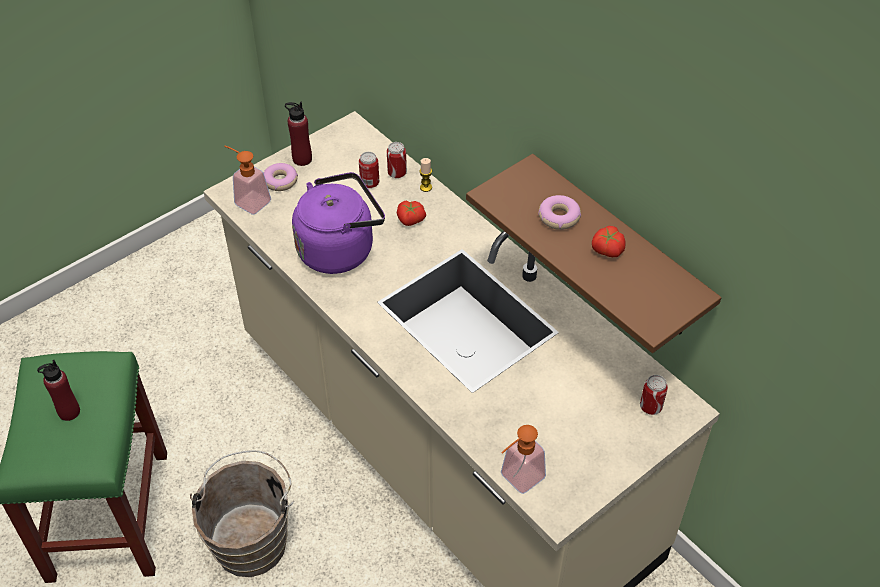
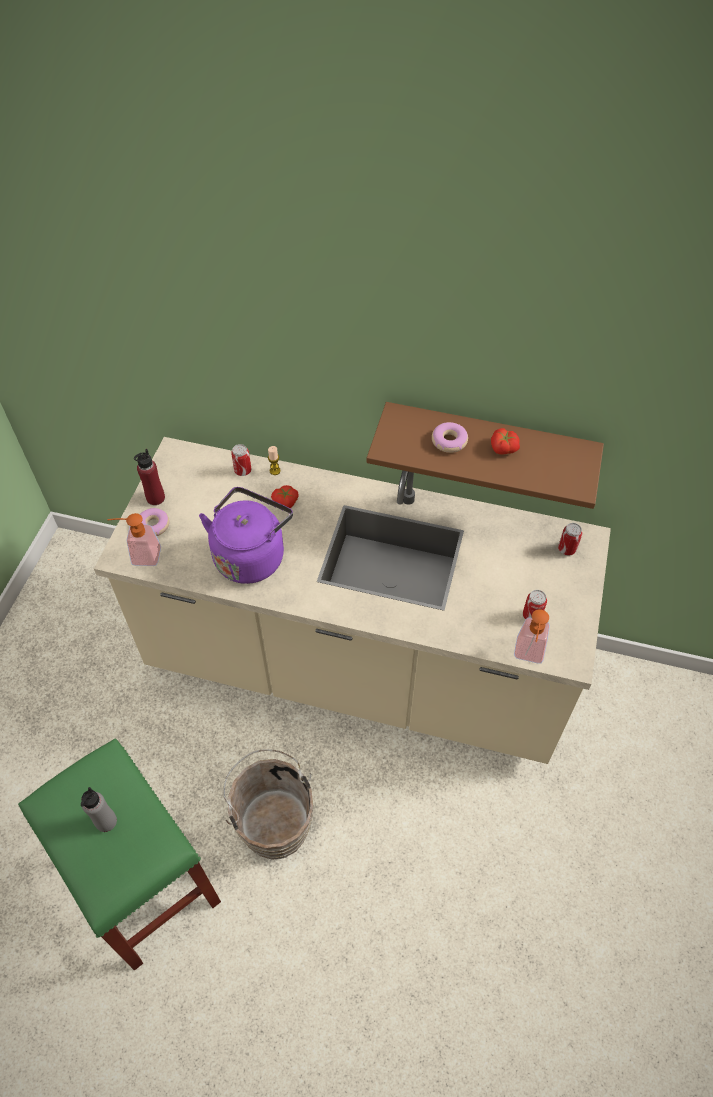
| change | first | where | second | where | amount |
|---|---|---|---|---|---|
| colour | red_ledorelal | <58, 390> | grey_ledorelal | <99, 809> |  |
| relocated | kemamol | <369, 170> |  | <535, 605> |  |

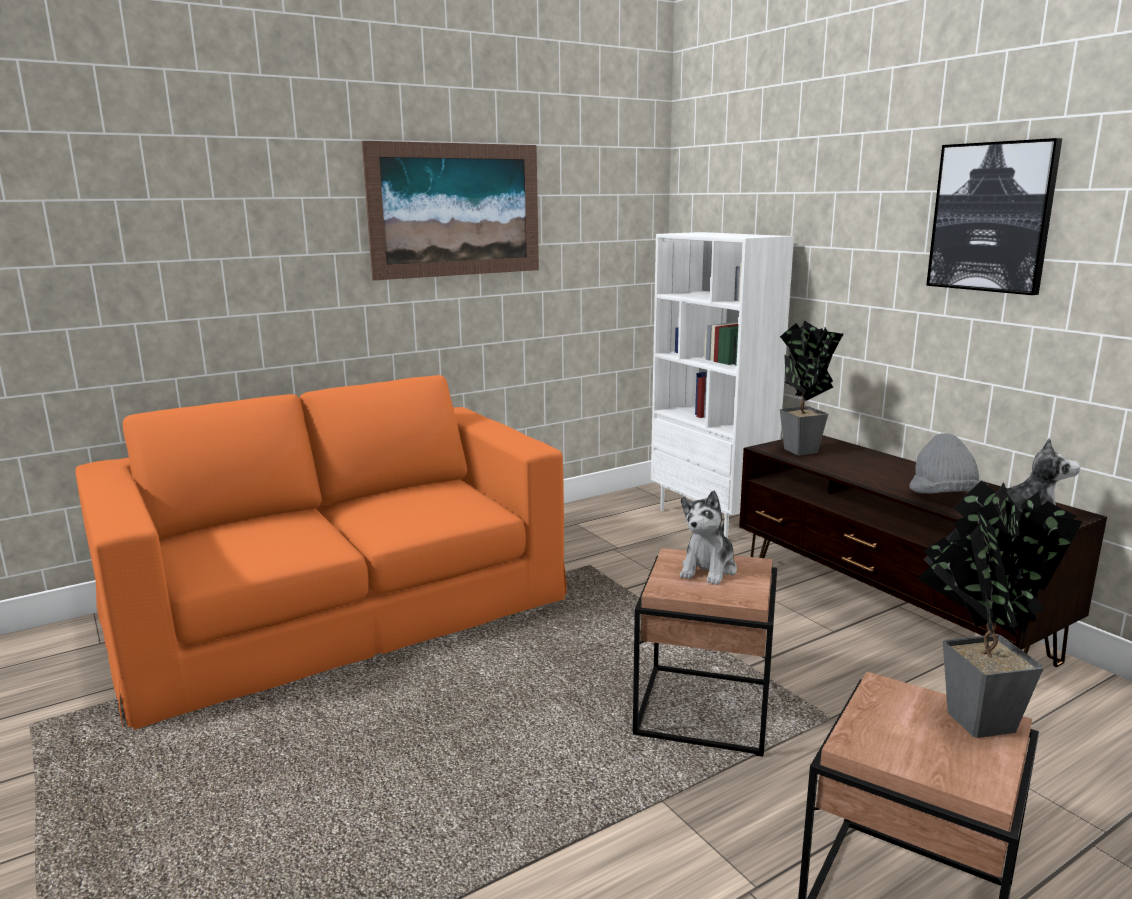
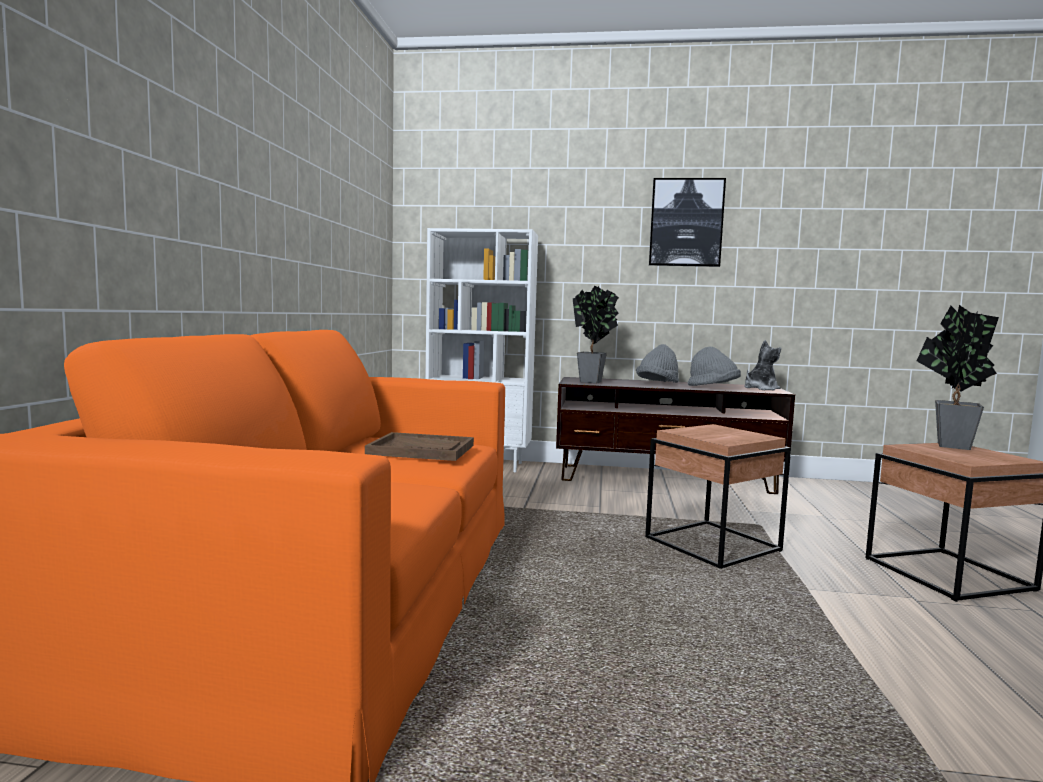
| change | first | where | second | where | amount |
|---|---|---|---|---|---|
| appeared |  |  | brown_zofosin | <419, 446> |  |
| appeared |  |  | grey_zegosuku | <657, 363> |  |
| missing | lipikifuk | <450, 211> |  |  |  |
| missing | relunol | <708, 538> |  |  |  |

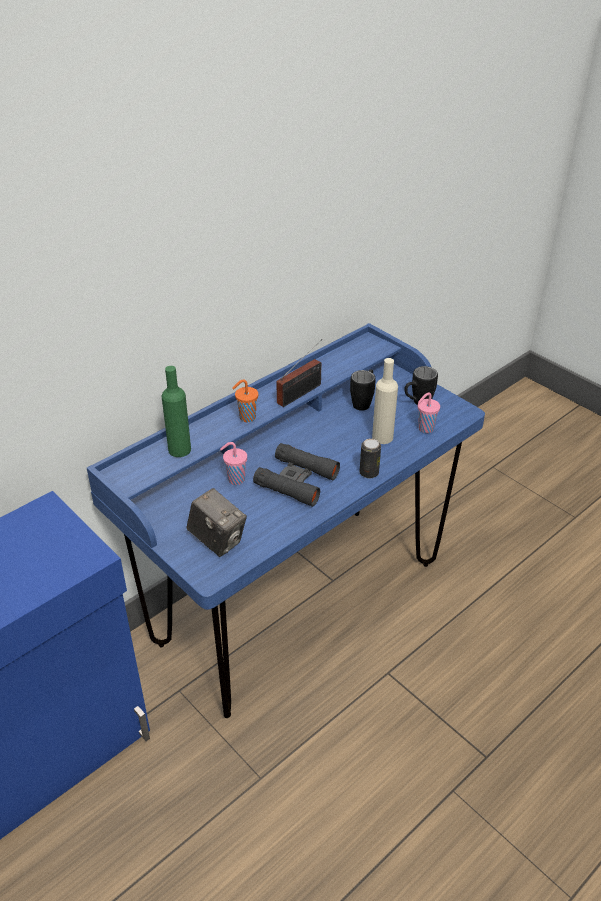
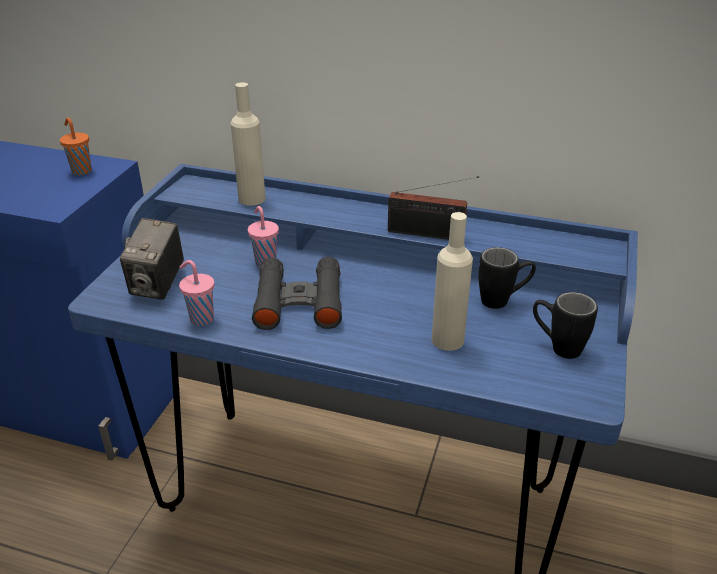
| change | first | where | second | where | amount |
|---|---|---|---|---|---|
| relocated | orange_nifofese | <245, 401> |  | <76, 146> |  |
| relocated | pink_nifofese | <429, 412> |  | <196, 293> |  |
| colour | green_ledorelal | <176, 411> | beige_ledorelal | <248, 144> |  |
| missing | kemamol | <370, 458> |  |  |  |

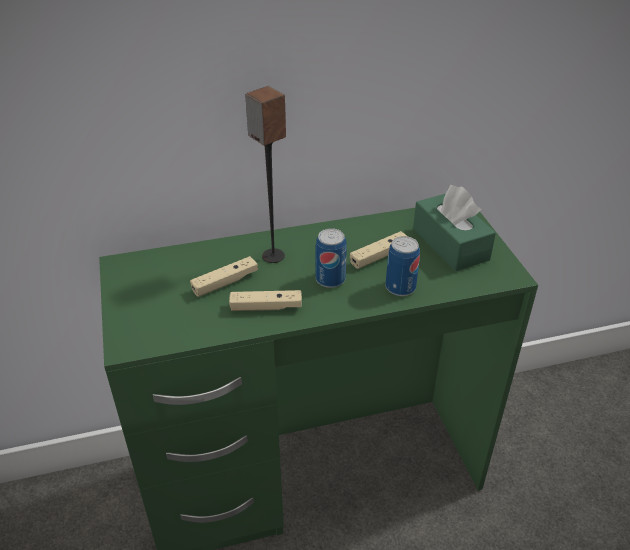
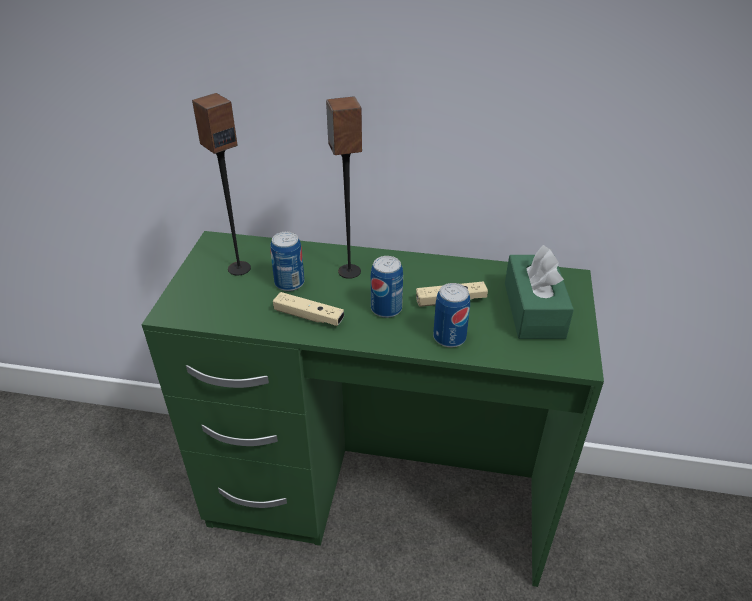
| change | first | where | second | where | amount |
|---|---|---|---|---|---|
| appeared |  |  | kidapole | <221, 184> |  |
| exchanged | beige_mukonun | <224, 276> | kemamol | <287, 261> |  |

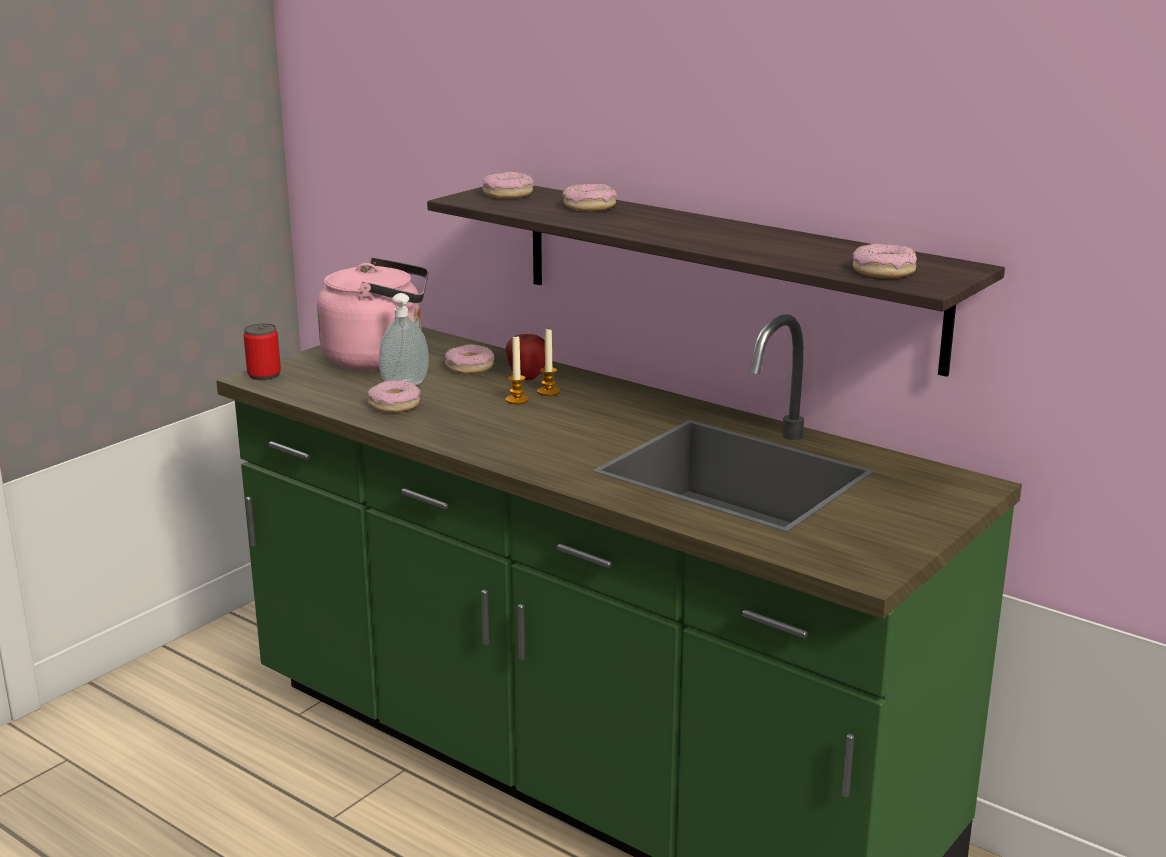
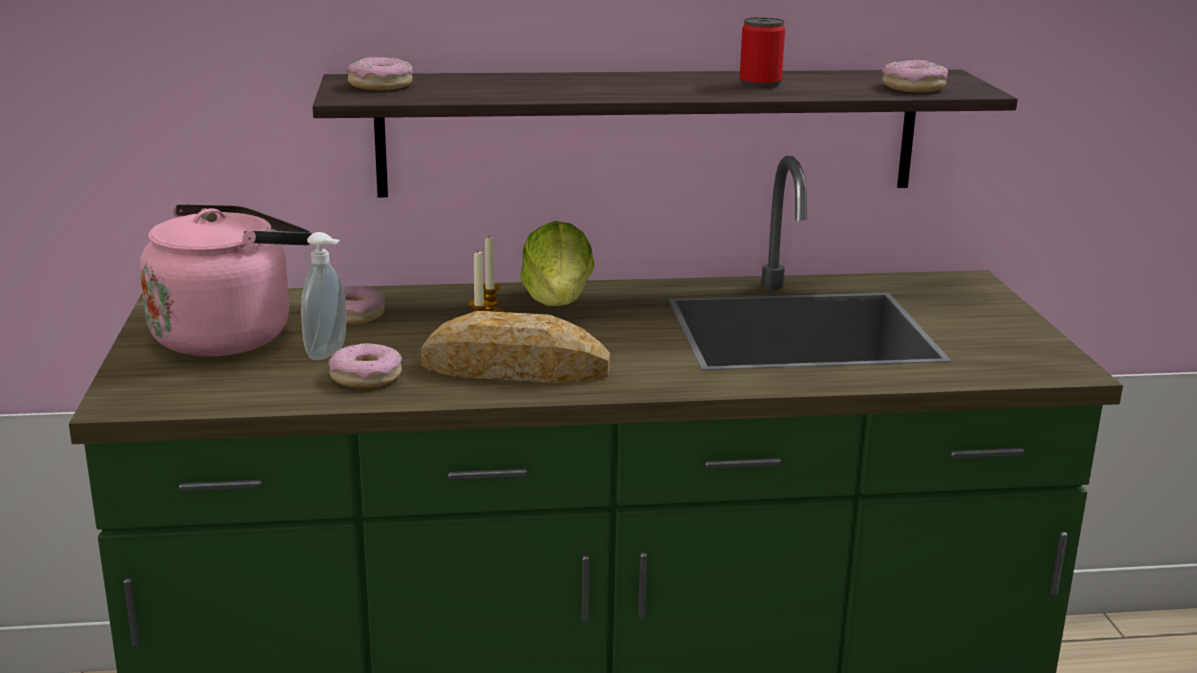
| change | first | where | second | where | amount |
|---|---|---|---|---|---|
| appeared |  |  | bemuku | <515, 347> |  |
| appeared |  |  | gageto | <558, 263> |  |
| relocated | kemamol | <262, 351> |  | <762, 52> |  |
| missing | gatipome | <525, 357> |  |  |  |
| missing | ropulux | <589, 197> |  |  |  |

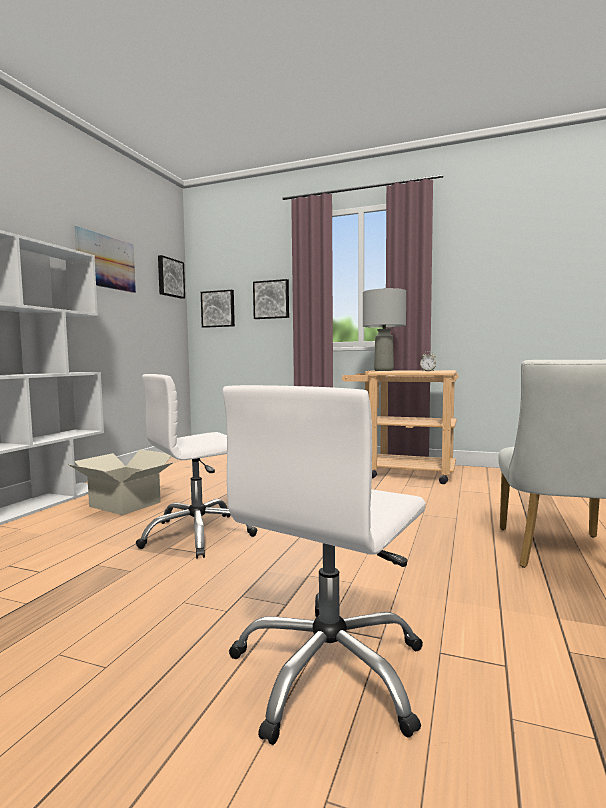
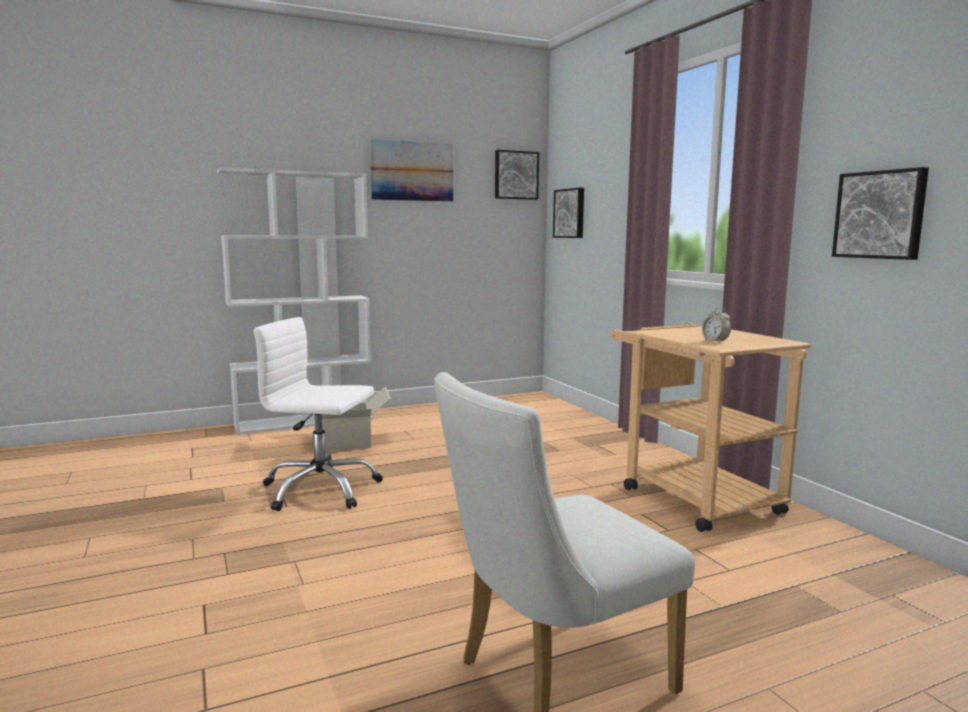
| change | first | where | second | where | amount |
|---|---|---|---|---|---|
| relocated | lipikifuk | <271, 299> |  | <880, 213> |  |
| missing | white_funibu | <324, 565> |  |  |  |
| missing | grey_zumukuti | <384, 329> |  |  |  |

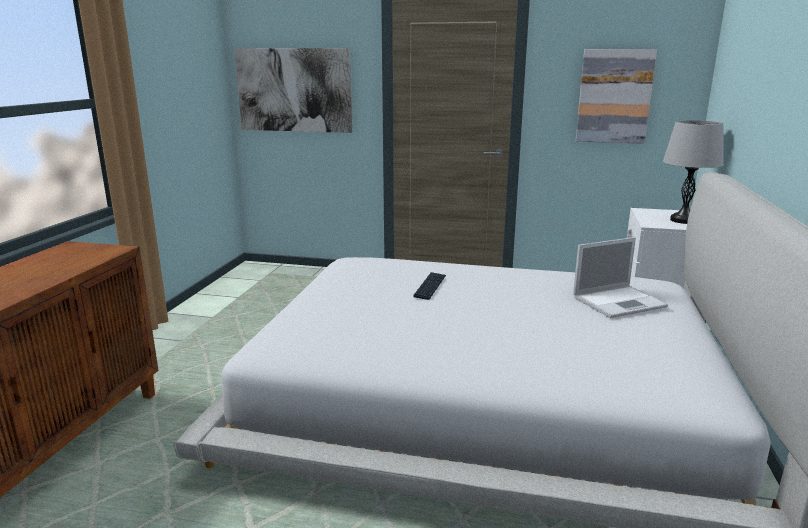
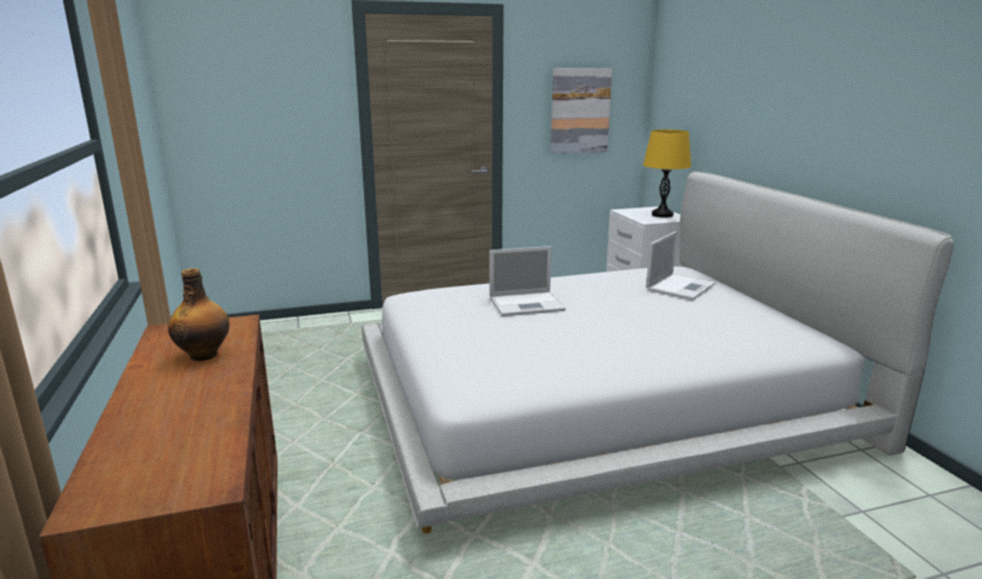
| change | first | where | second | where | amount |
|---|---|---|---|---|---|
| appeared |  |  | ledorelal | <198, 314> |  |
| exchanged | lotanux | <429, 286> | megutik | <528, 281> |  |
| colour | grey_zumukuti | <693, 172> | yellow_zumukuti | <667, 174> |  |
| missing | lipikifuk | <293, 90> |  |  |  |

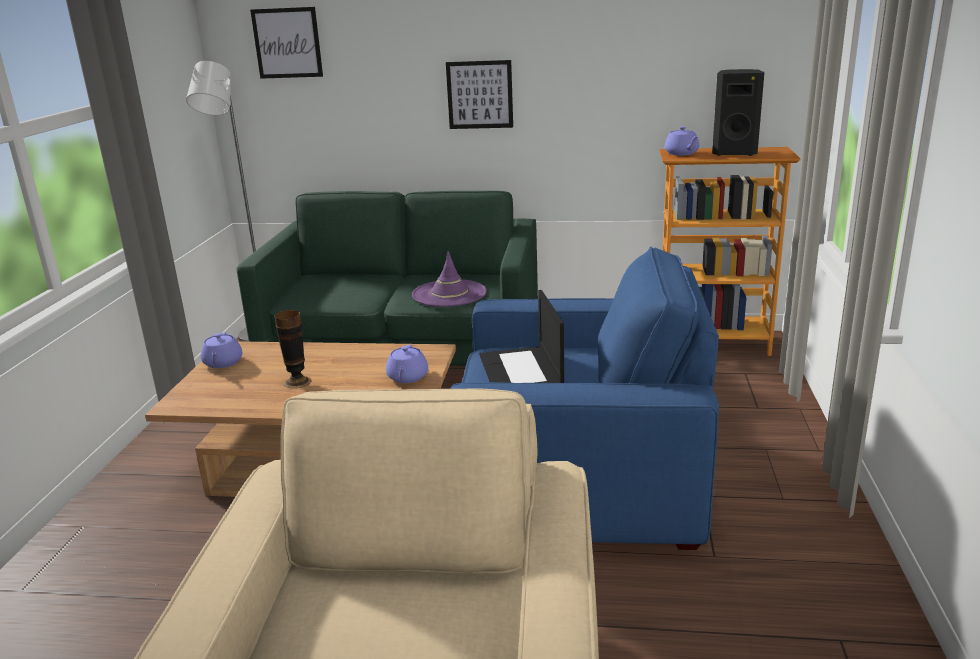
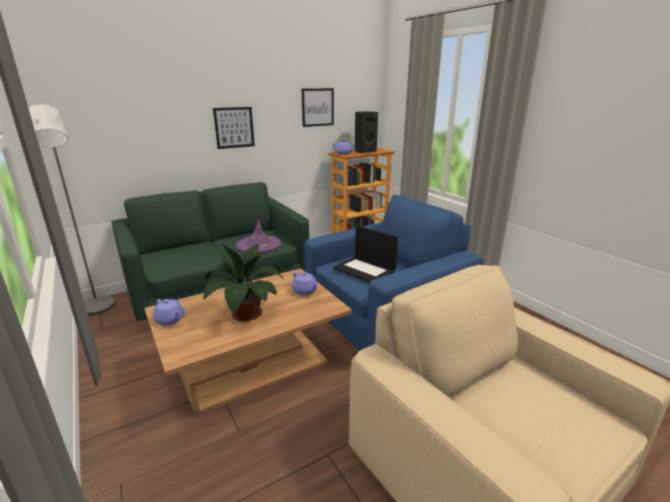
| change | first | where | second | where | amount |
|---|---|---|---|---|---|
| exchanged | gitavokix | <293, 349> | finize | <243, 283> |  |
| relocated | lipikifuk | <286, 43> |  | <318, 107> |  |

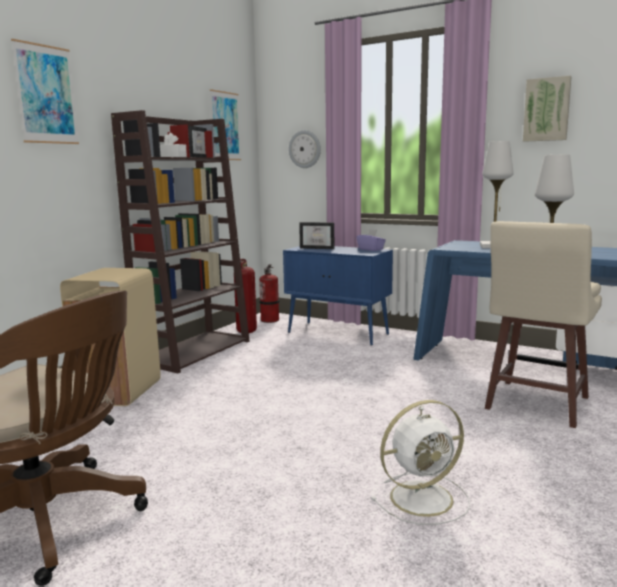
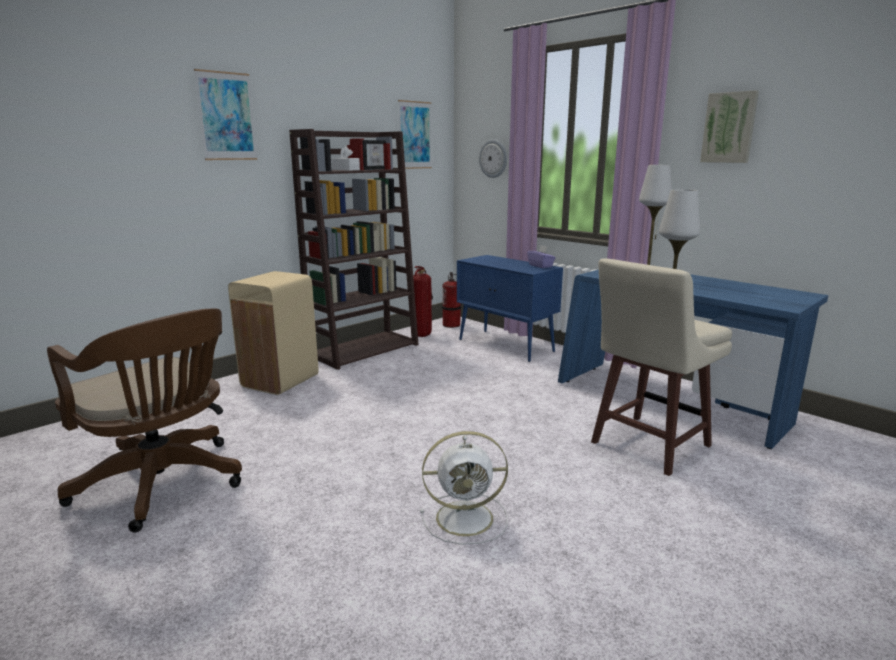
| change | first | where | second | where | amount |
|---|---|---|---|---|---|
| missing | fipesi | <316, 235> |  |  |  |

